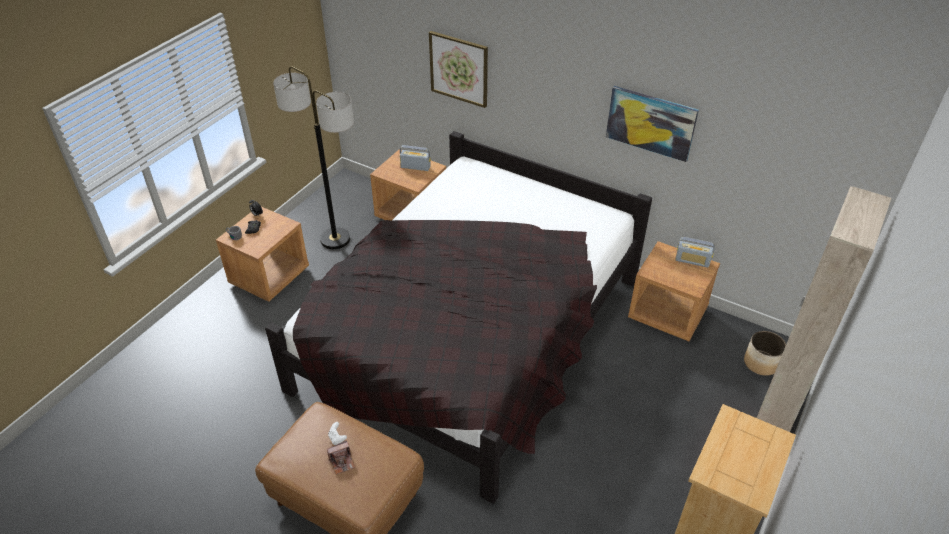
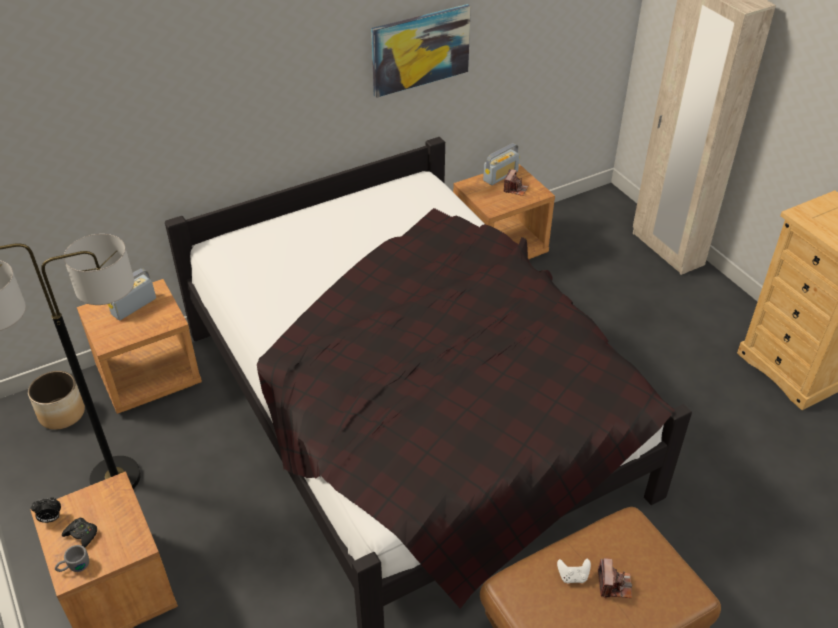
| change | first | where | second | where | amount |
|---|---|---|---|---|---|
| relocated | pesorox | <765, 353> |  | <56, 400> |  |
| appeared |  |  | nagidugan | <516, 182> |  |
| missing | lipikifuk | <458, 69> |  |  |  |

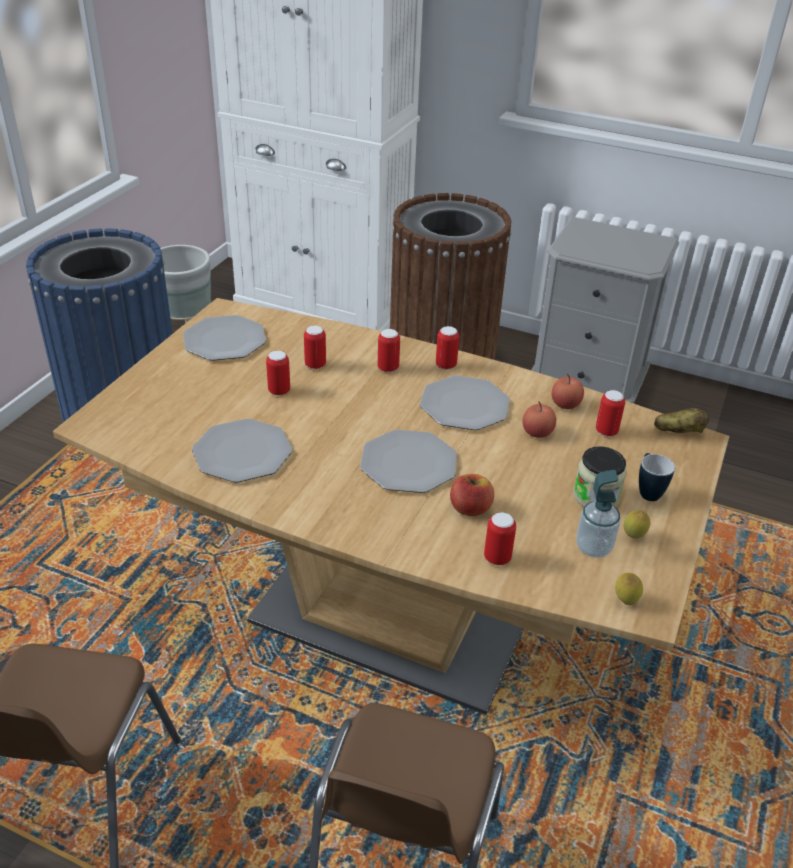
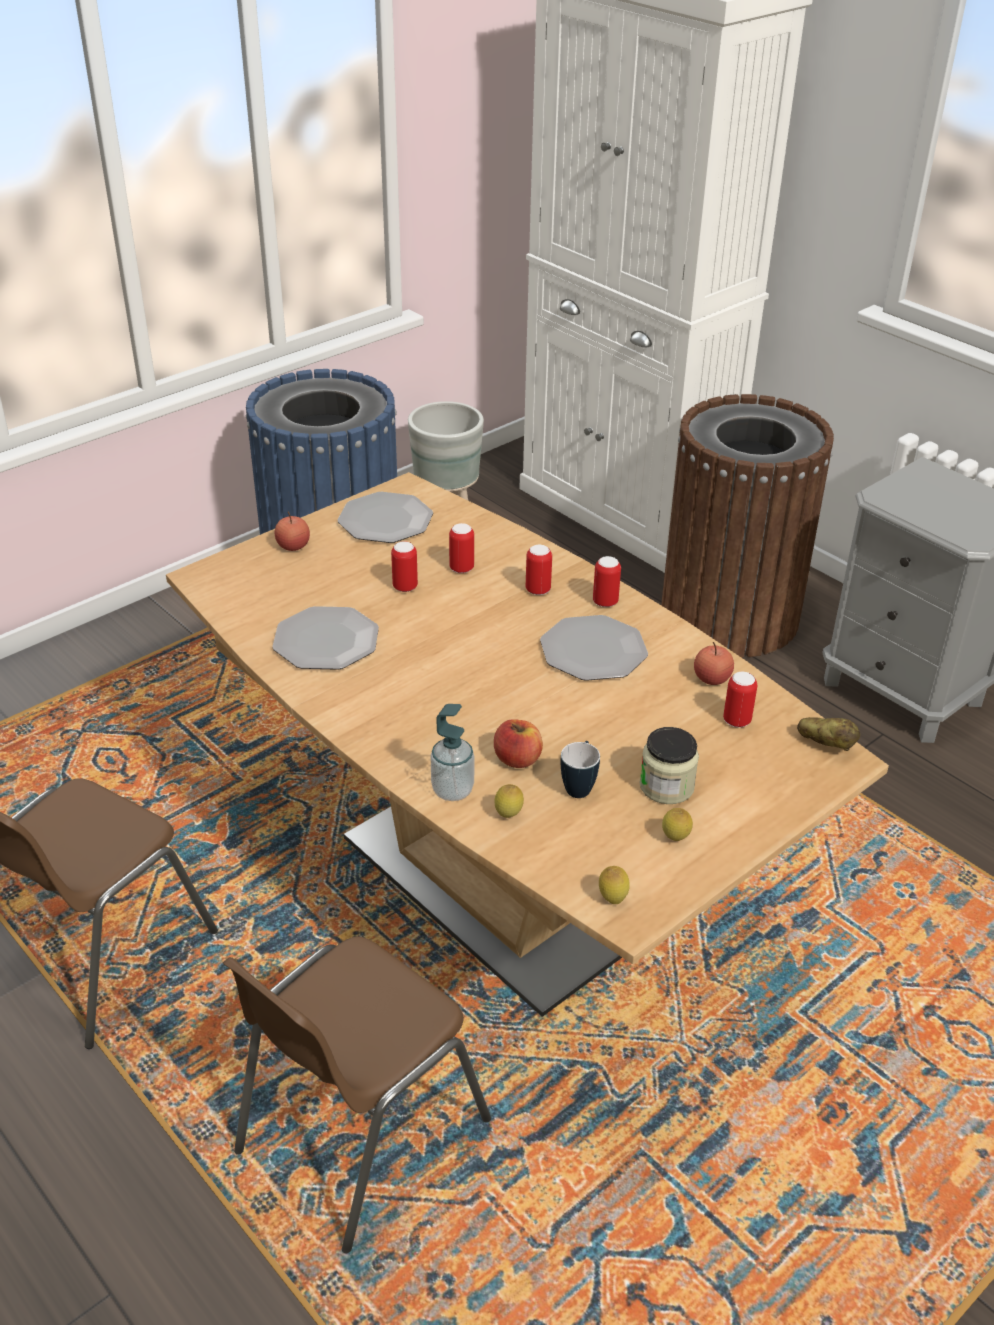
| change | first | where | second | where | amount |
|---|---|---|---|---|---|
| relocated | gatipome | <539, 419> |  | <292, 531> |  |
| relocated | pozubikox | <598, 514> |  | <452, 752> |  |
| exchanged | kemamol | <500, 538> | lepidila | <509, 801> |  |
| relocated | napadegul | <657, 477> |  | <580, 769> |  |
| missing | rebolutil | <408, 461> |  |  |  |

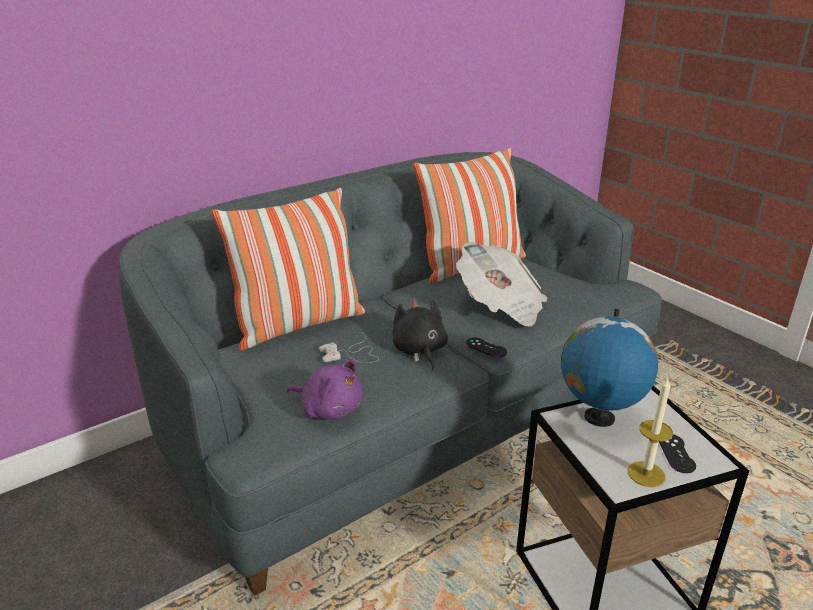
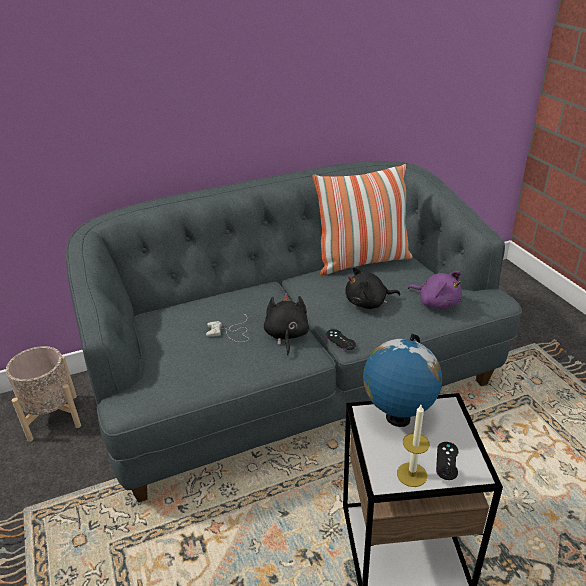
| change | first | where | second | where | amount |
|---|---|---|---|---|---|
| appeared |  |  | beige_pesorox | <43, 394> |  |
| exchanged | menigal | <501, 284> | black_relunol | <372, 288> |  |
| relocated | purple_relunol | <325, 389> |  | <435, 290> |  |
| missing | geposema | <288, 269> |  |  |  |

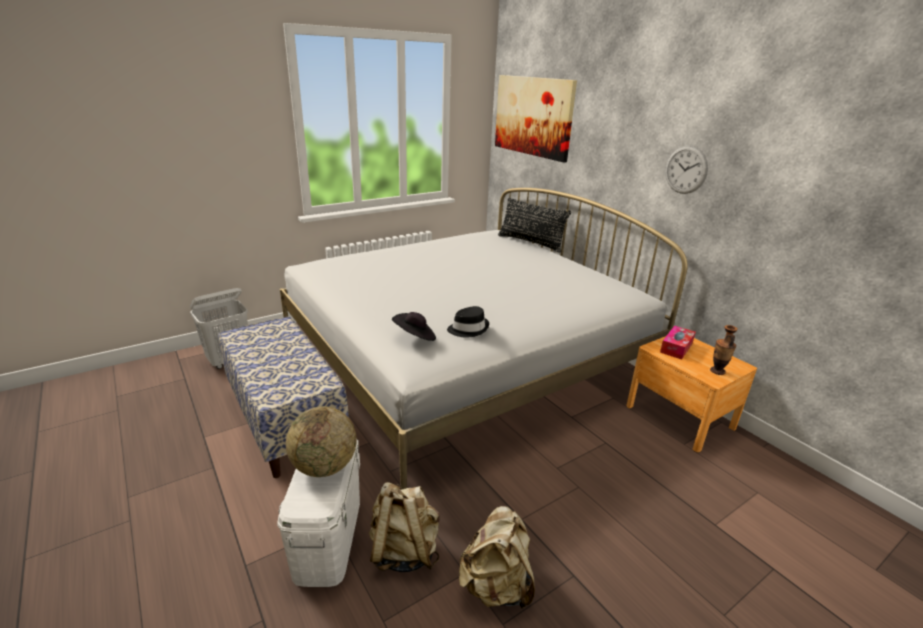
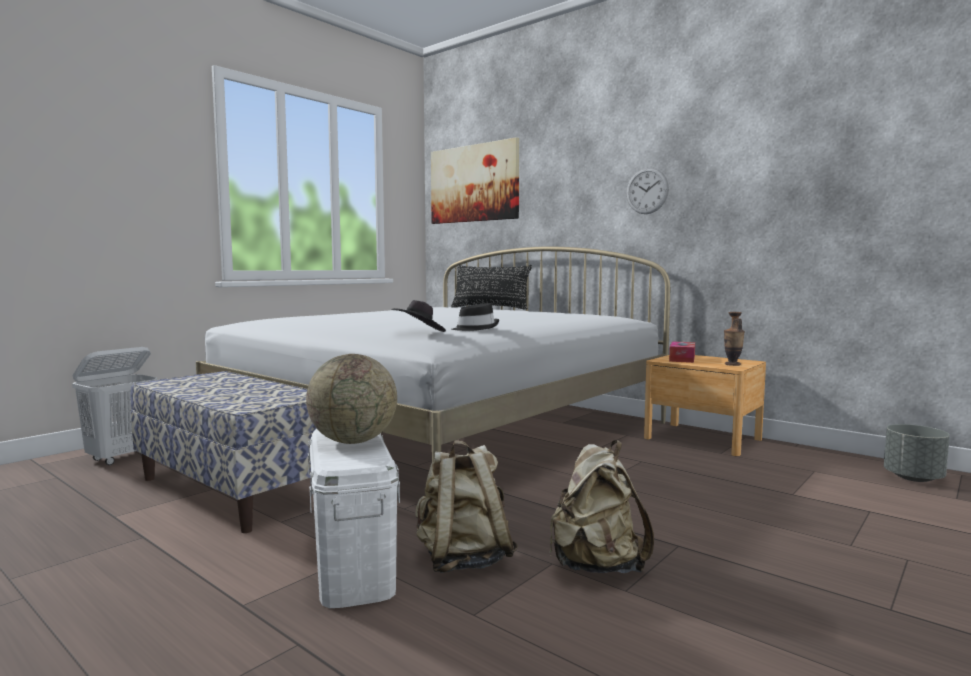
| change | first | where | second | where | amount |
|---|---|---|---|---|---|
| appeared |  |  | grey_pesorox | <917, 453> |  |

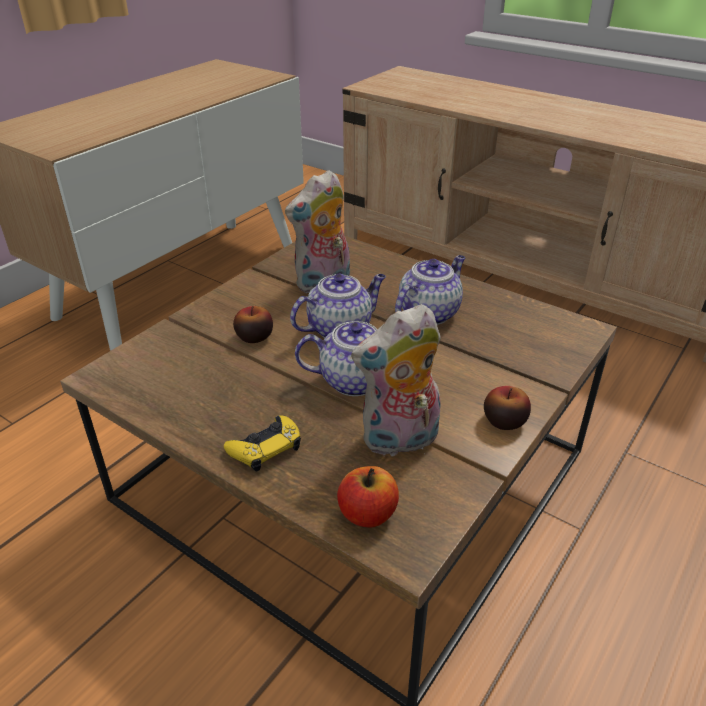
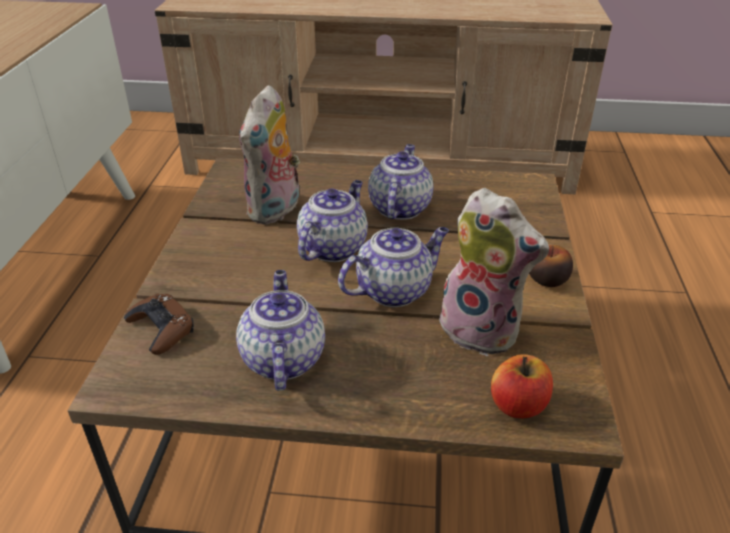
| change | first | where | second | where | amount |
|---|---|---|---|---|---|
| appeared |  |  | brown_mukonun | <159, 324> |  |
| appeared |  |  | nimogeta | <280, 330> |  |
| spun | relunol | <396, 380> |  | <492, 272> | 90 degrees counterclockwise |
| missing | yellow_mukonun | <262, 443> |  |  |  |
| missing | gatipome | <253, 324> |  |  |  |

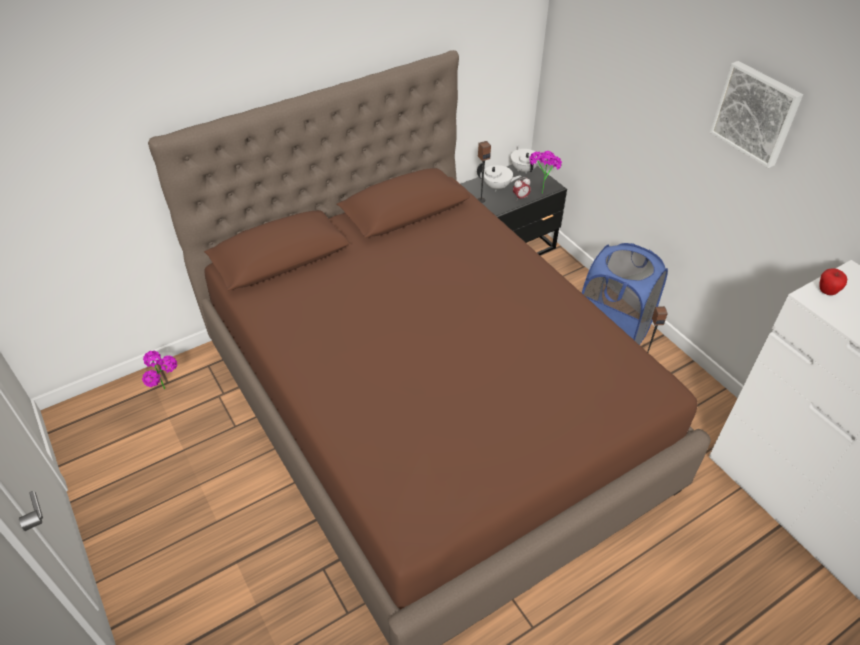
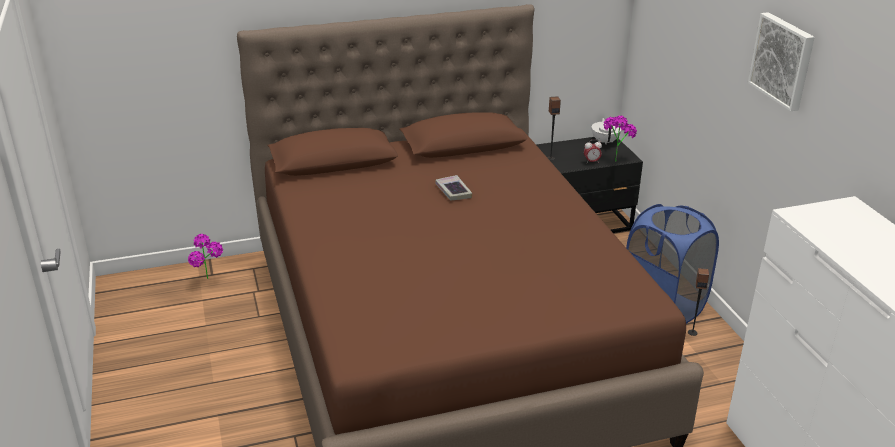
| change | first | where | second | where | amount |
|---|---|---|---|---|---|
| appeared |  |  | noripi | <453, 188> |  |
| missing | white_nimogeta | <499, 177> |  |  |  |
| missing | gatipome | <833, 281> |  |  |  |

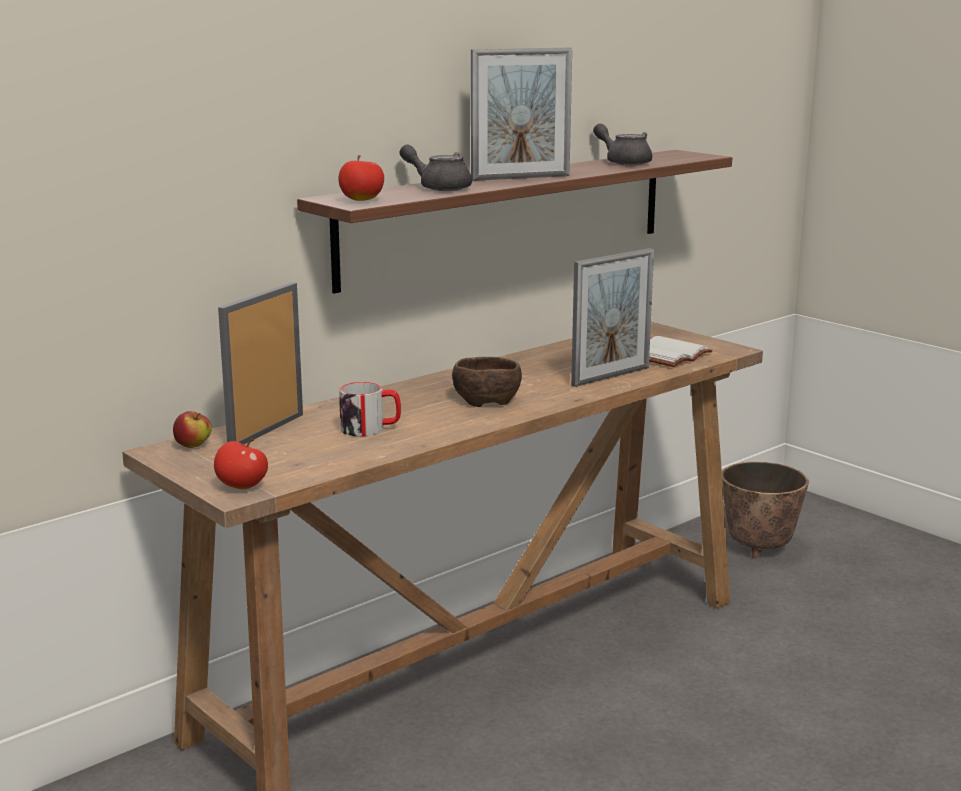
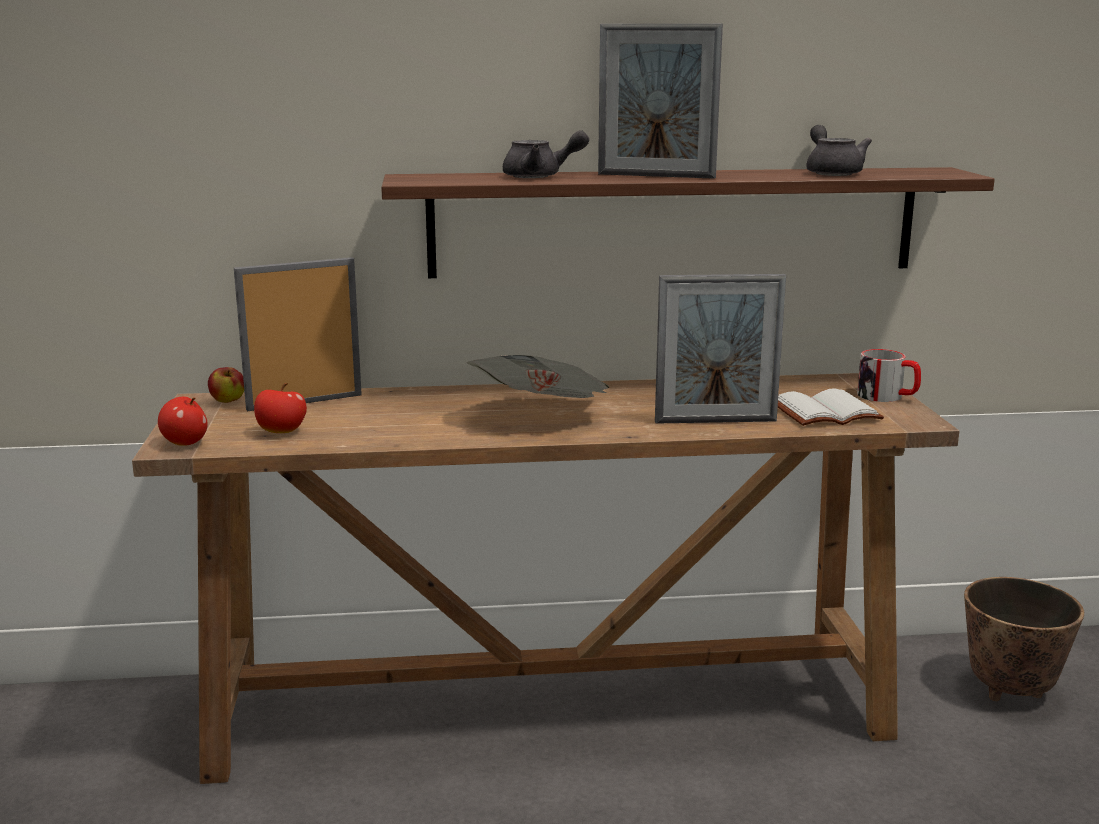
| change | first | where | second | where | amount |
|---|---|---|---|---|---|
| relocated | gatipome | <361, 178> |  | <280, 408> |  |
| exchanged | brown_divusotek | <487, 382> | menigal | <537, 376> |  |
| spun | grey_nimogeta | <435, 167> |  | <546, 154> | 120 degrees clockwise |
| relocated | napadegul | <370, 409> |  | <889, 375> |  |

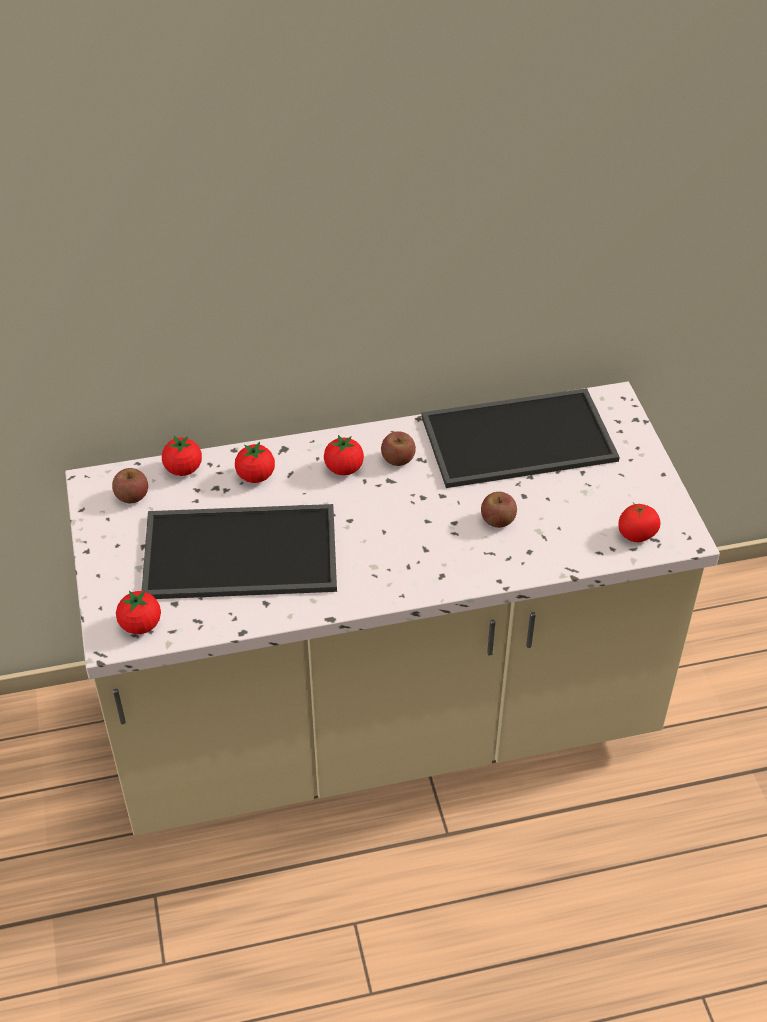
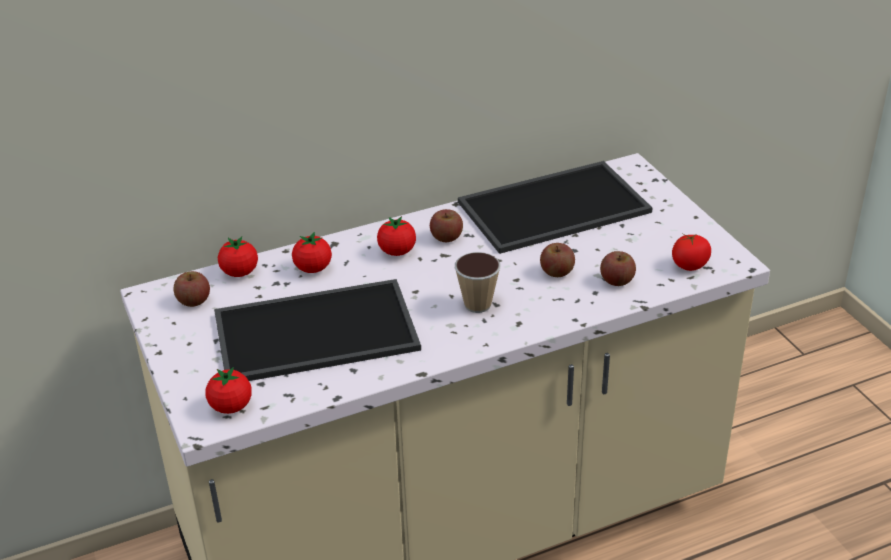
| change | first | where | second | where | amount |
|---|---|---|---|---|---|
| appeared |  |  | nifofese | <477, 282> |  |
| appeared |  |  | gatipome | <618, 268> |  |

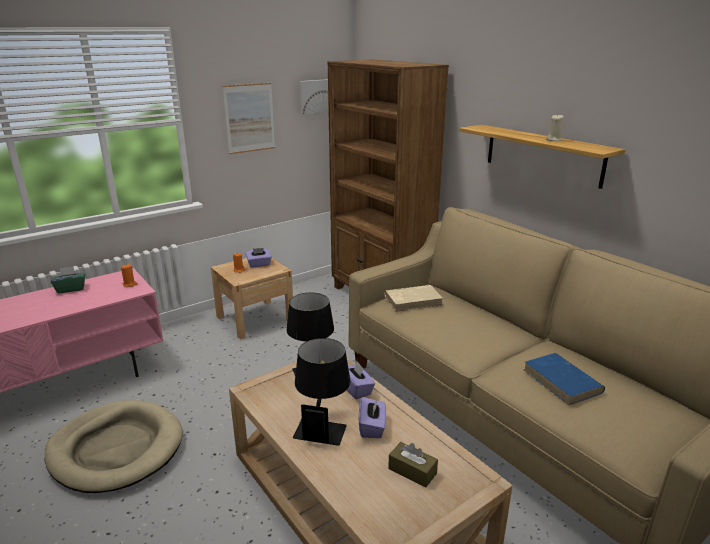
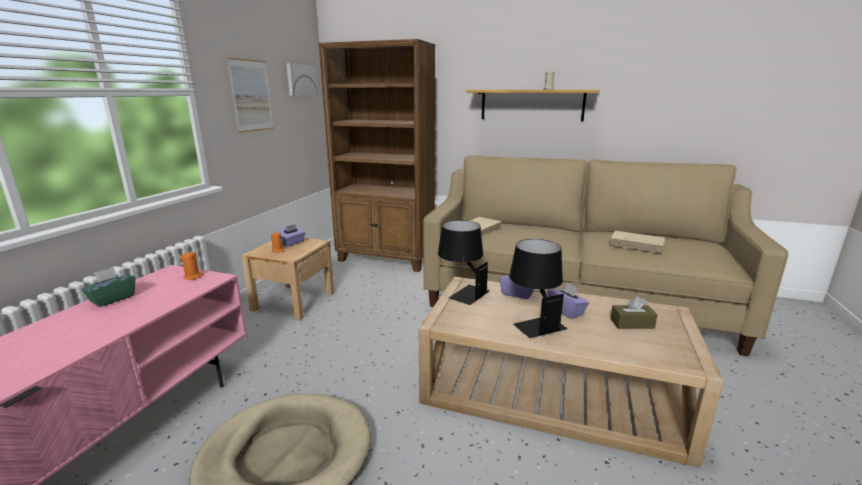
| change | first | where | second | where | amount |
|---|---|---|---|---|---|
| colour | blue_noripi | <564, 379> | beige_noripi | <637, 242> |  |

